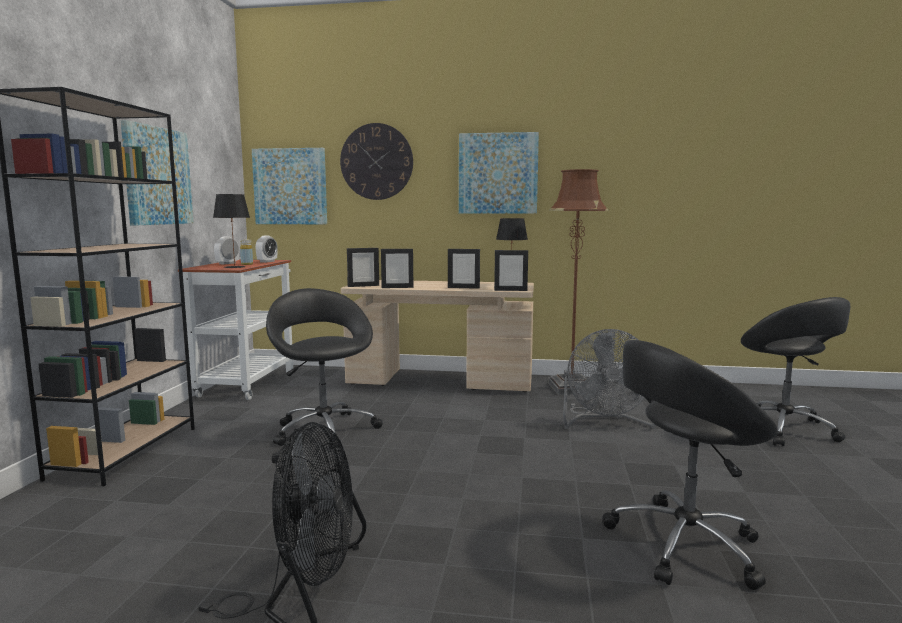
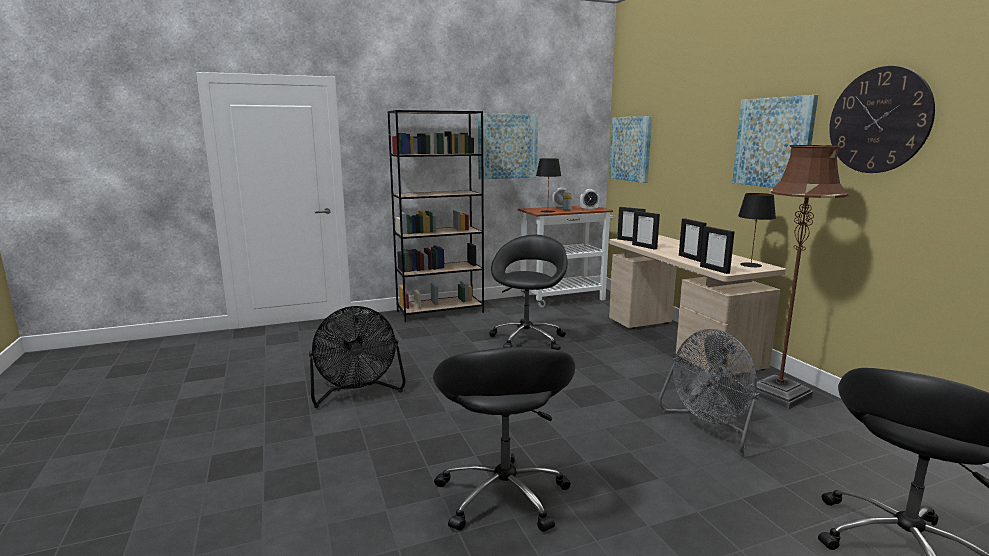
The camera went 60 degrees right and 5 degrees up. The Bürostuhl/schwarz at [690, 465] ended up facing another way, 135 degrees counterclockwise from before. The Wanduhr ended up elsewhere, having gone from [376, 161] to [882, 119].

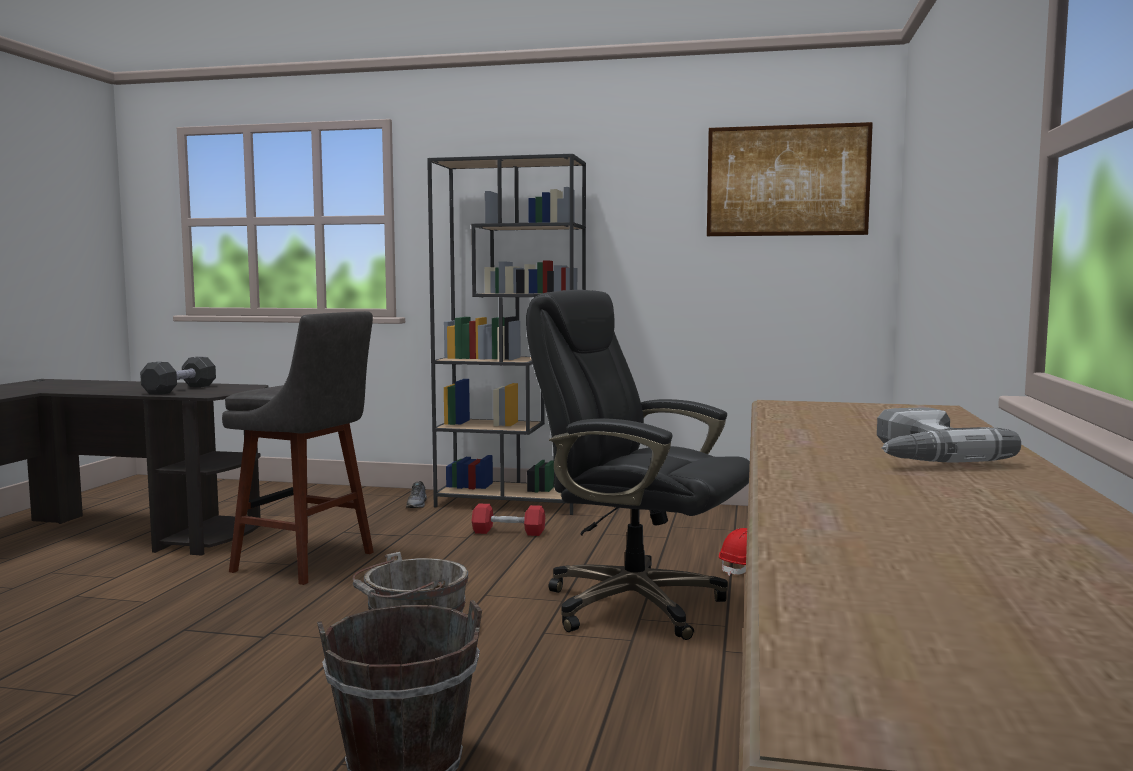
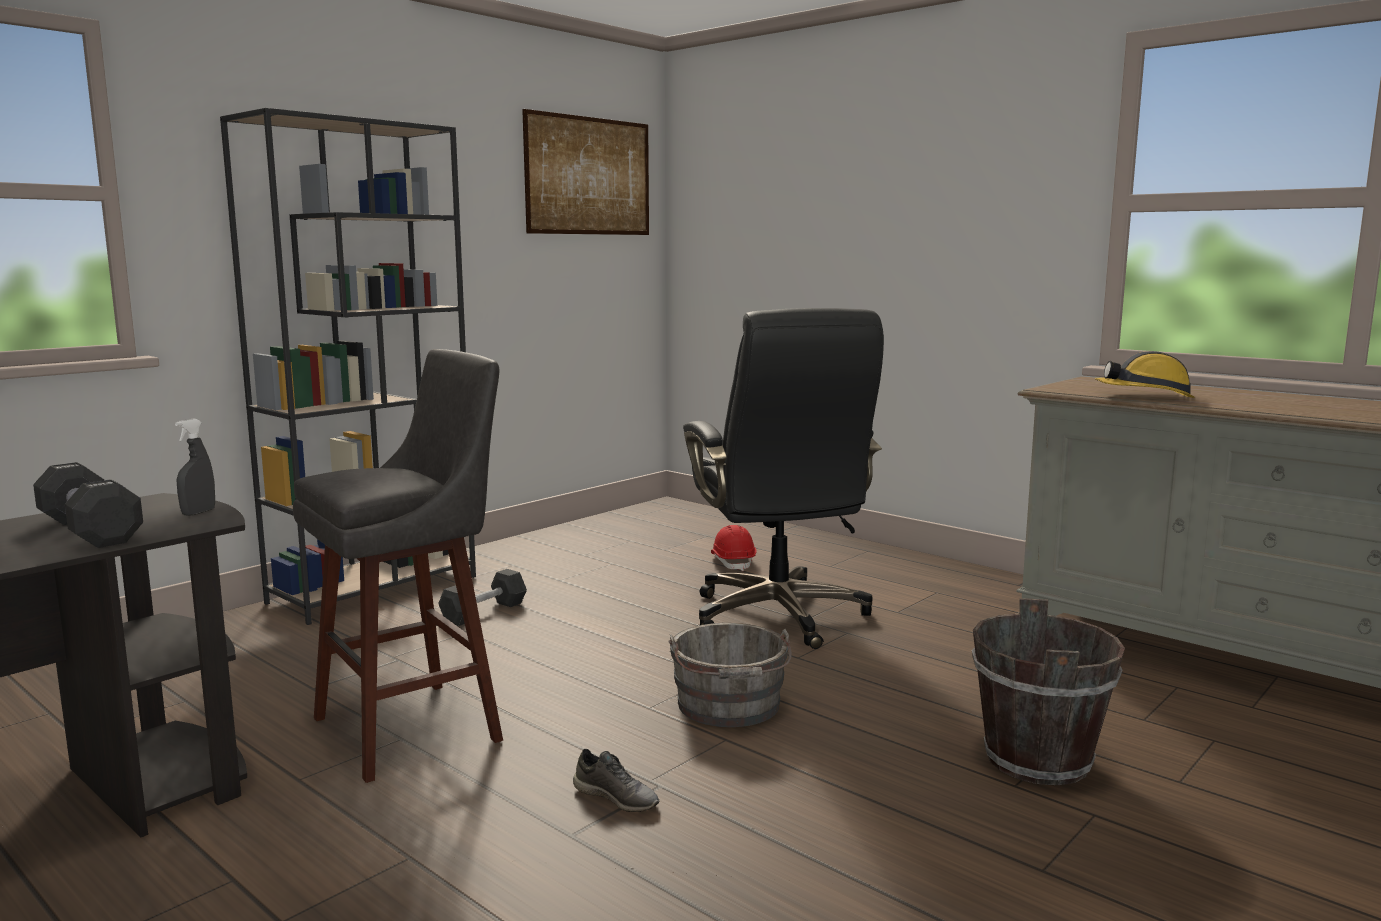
The camera went 60 degrees left and 5 degrees up. The second view gained the Sprühflasche/grau at [195, 467]. What was the Hantel/rot at [508, 520] turned into the Hantel/schwarz at [482, 597]. The Schuh/grau ended up elsewhere, having gone from [416, 494] to [616, 780]. The Bürostuhl/schwarz at [638, 465] ended up facing another way, 75 degrees counterclockwise from before. The second view gained the Schutzhelm at [1145, 374]. The second view lost the Bohrmaschine at [949, 435].

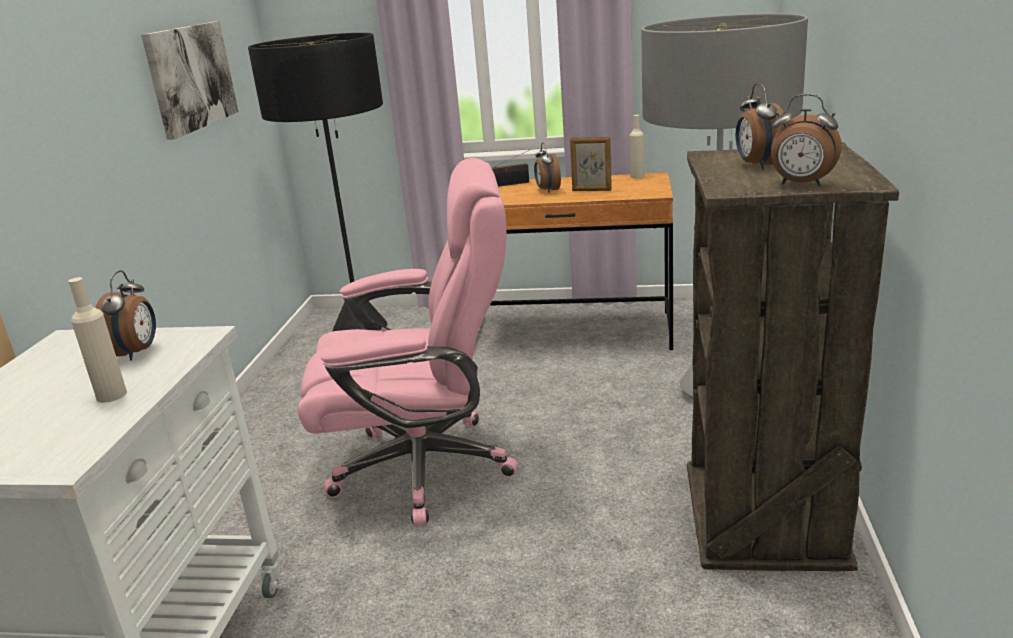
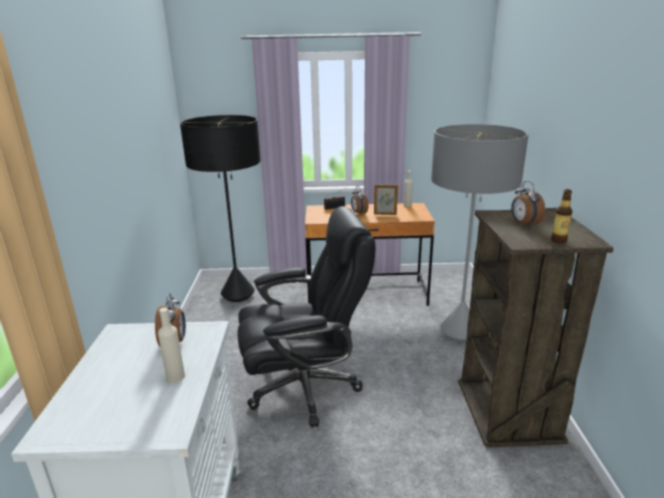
The camera went 10 degrees left and 0 degrees up. What was the Bürostuhl/rosa at [408, 342] turned into the Bürostuhl/schwarz at [306, 317]. Where the Wecker stood at [806, 140], the Flasche came to stand at [561, 216]. The second view lost the Bild at [189, 80].

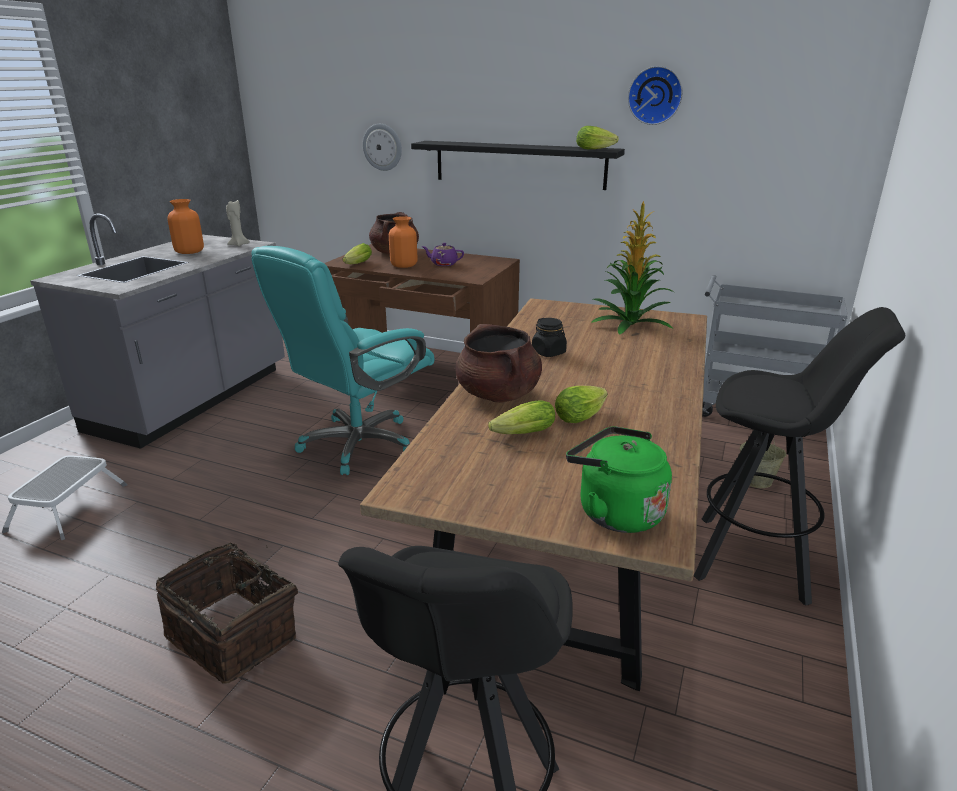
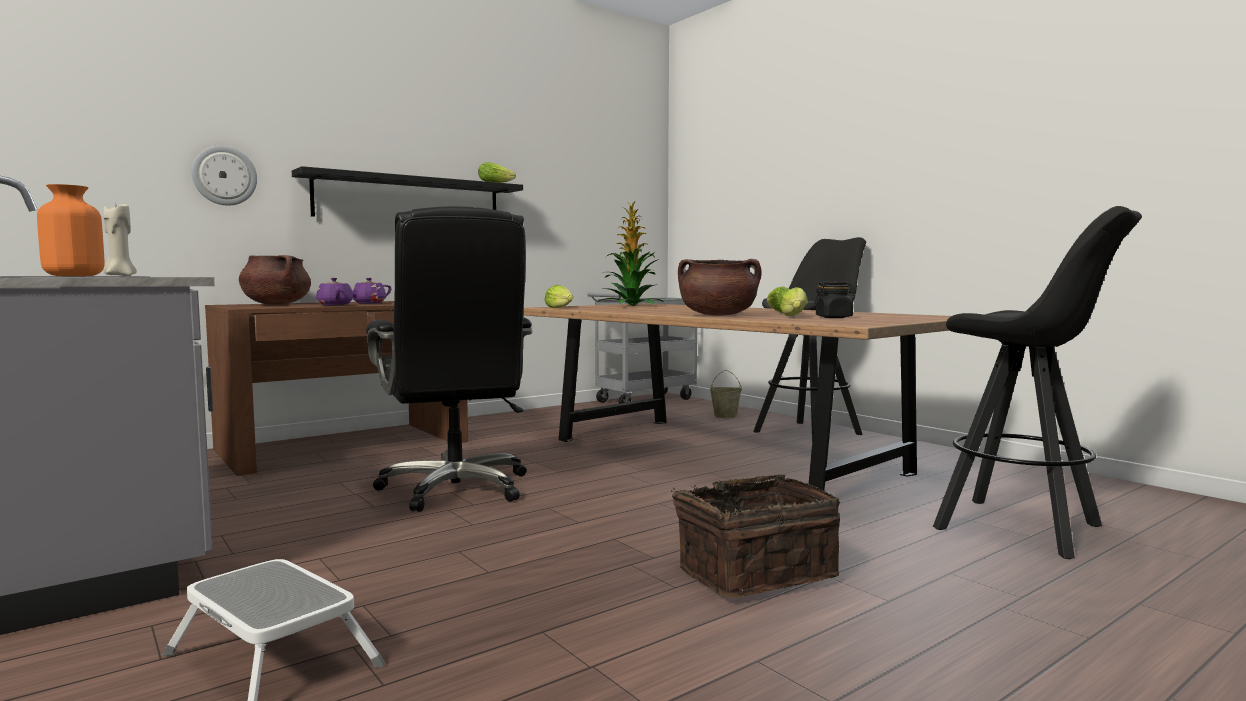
The camera went 60 degrees left and 20 degrees down. Where the Vase/orange stood at [403, 242], the Teekanne/lila came to stand at [334, 291]. What was the Bürostuhl/türkis at [343, 360] turned into the Bürostuhl/schwarz at [449, 359]. The Salatkopf ended up elsewhere, having gone from [357, 253] to [558, 296]. The Vorratsglas/schwarz ended up elsewhere, having gone from [549, 337] to [835, 300]. The second view lost the Wasserkessel/grün at [619, 479]. The second view lost the Wanduhr at [655, 95].

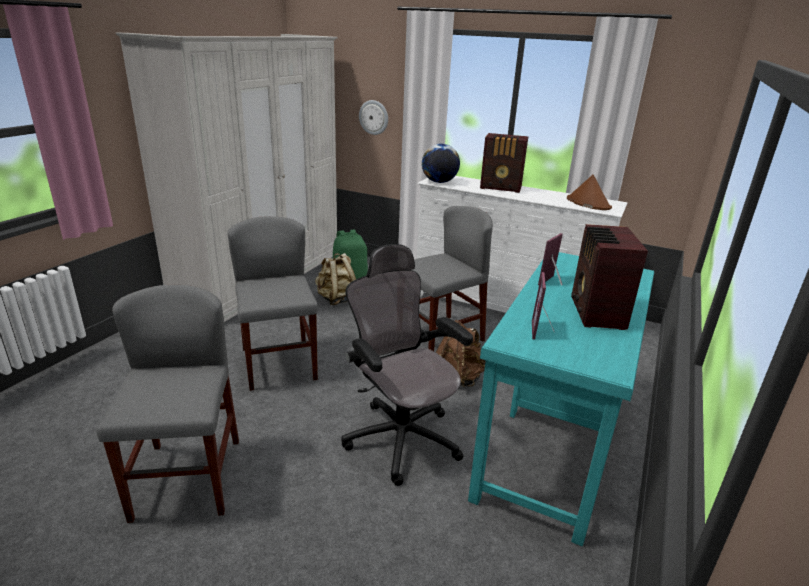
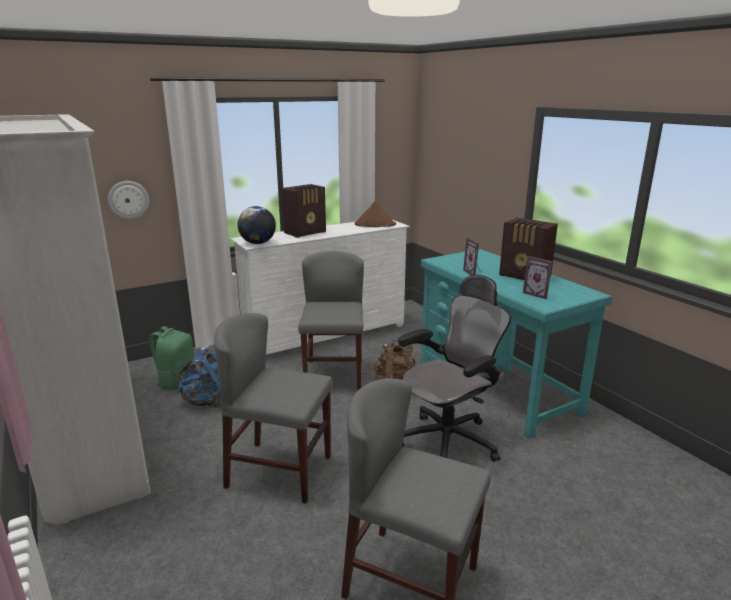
The camera went 55 degrees left and 5 degrees down. What was the Rucksack/beige at [335, 279] turned into the Rucksack/blau at [199, 377]. The Bürostuhl at [407, 365] ended up facing another way, 135 degrees clockwise from before.

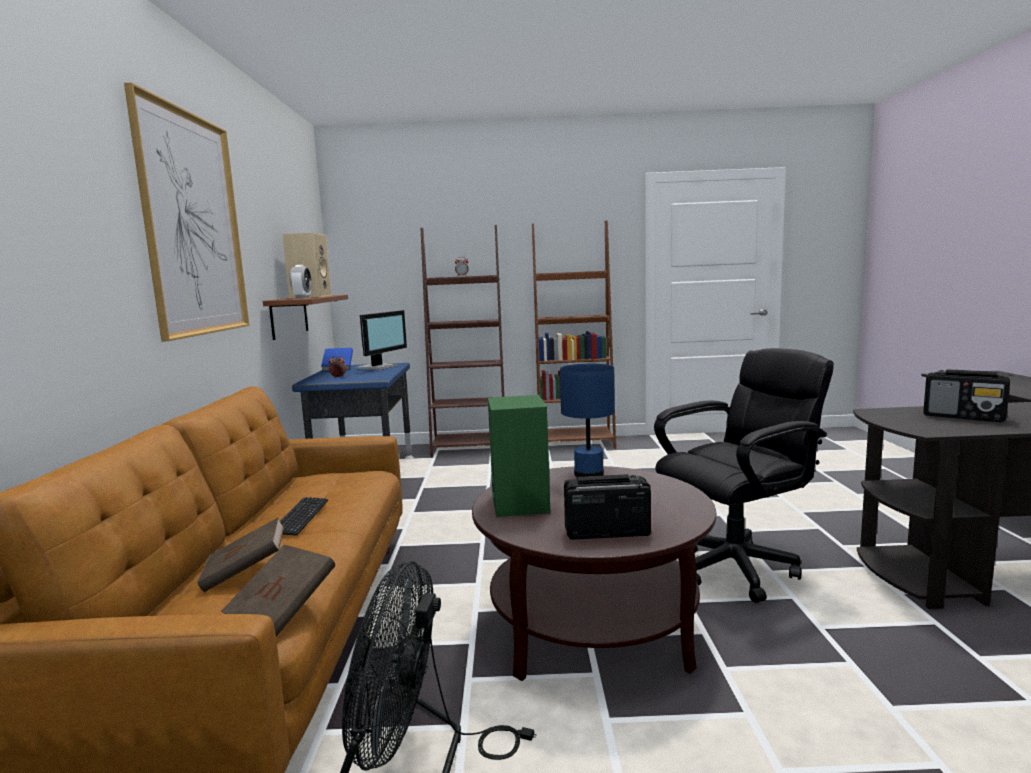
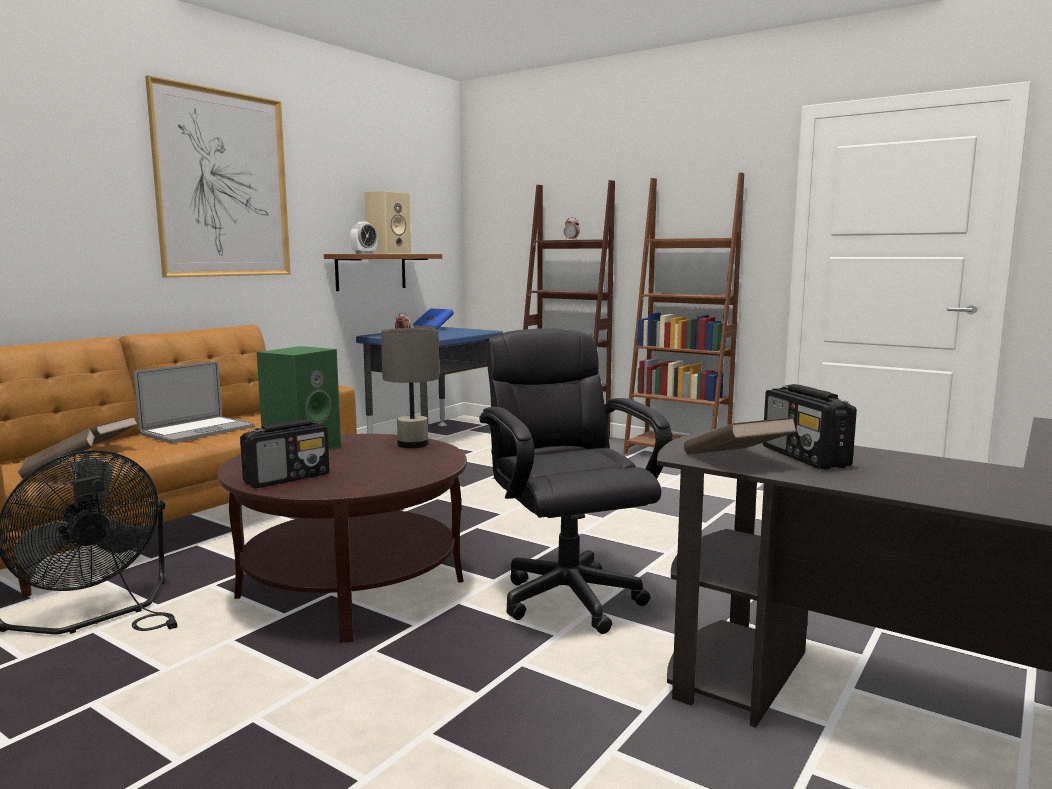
The camera went 35 degrees right and 0 degrees up. Where the Tastatur stood at [303, 516], the Laptop came to stand at [194, 402]. The Radio at [607, 507] ended up facing another way, 105 degrees clockwise from before. What was the Tischlampe/blau at [587, 420] turned into the Tischlampe/grau at [410, 388]. The Bürostuhl/schwarz at [744, 475] ended up facing another way, 120 degrees counterclockwise from before. The second view gained the Buch/braun at [741, 436]. The second view lost the Monitor at [381, 340].

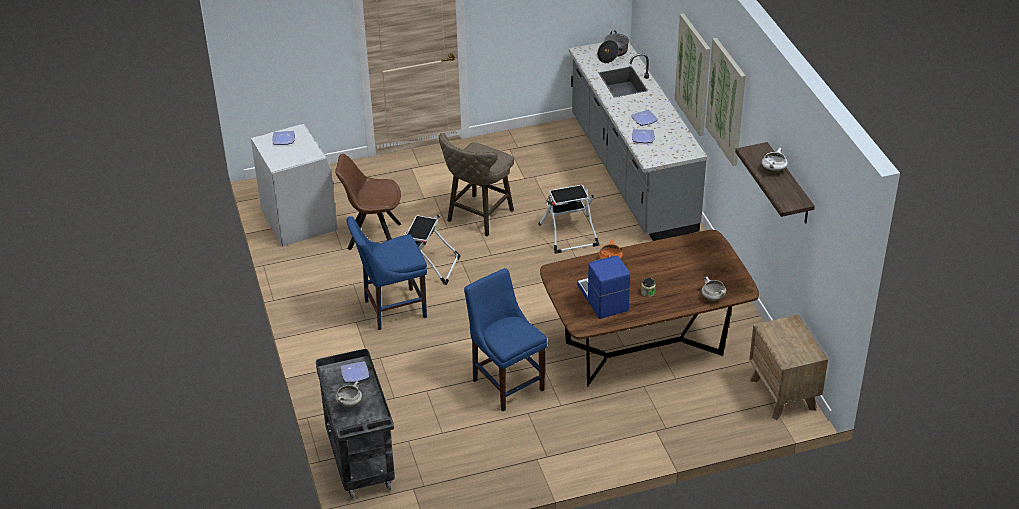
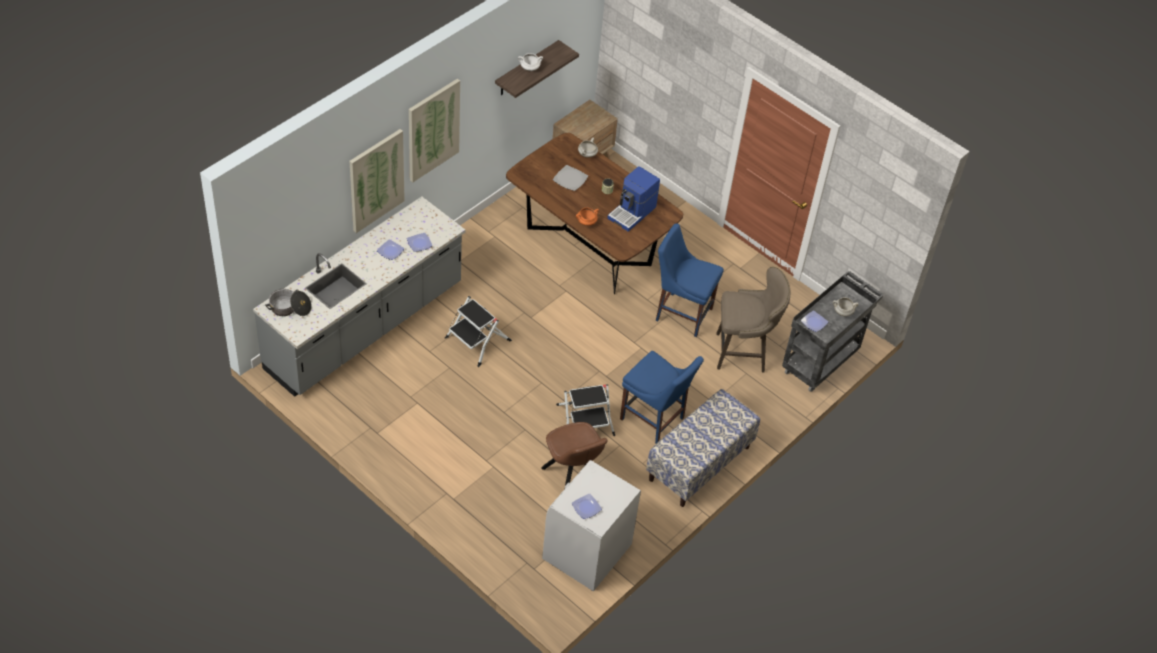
The camera went 125 degrees left and 10 degrees up. The second view gained the Teller at [570, 178]. The second view gained the Bank at [703, 448]. The Stuhl/blau at [505, 339] ended up facing another way, 90 degrees clockwise from before. The Hocker/beige ended up elsewhere, having gone from [476, 185] to [754, 319].

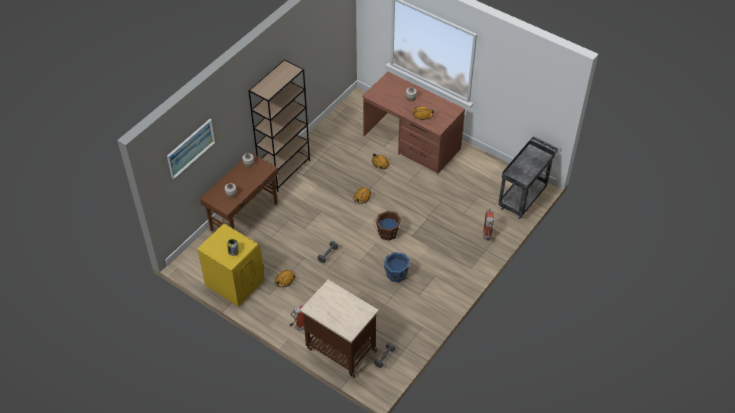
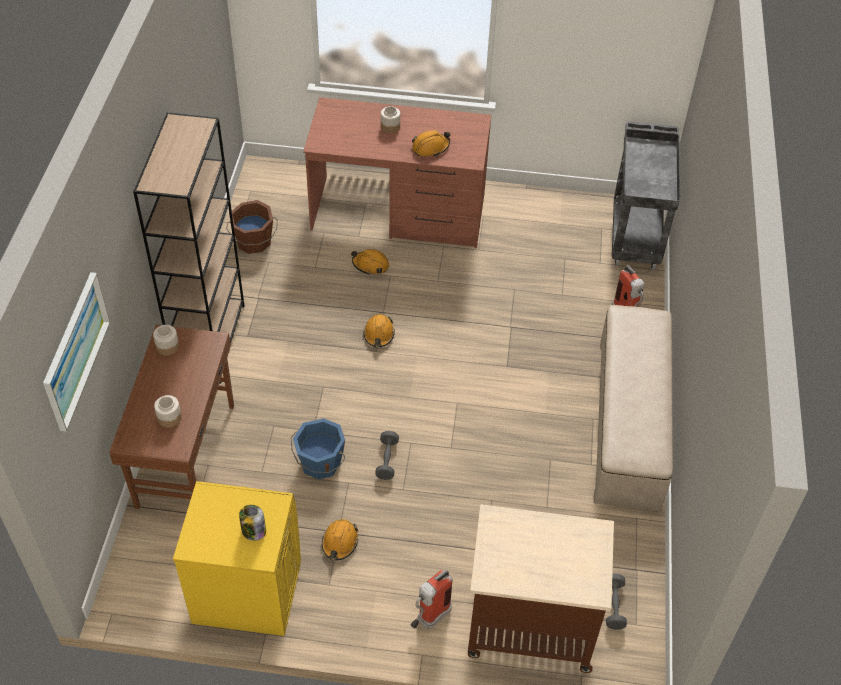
The camera went 30 degrees left and 0 degrees up. The Eimer/braun ended up elsewhere, having gone from [388, 226] to [252, 227]. The Eimer/blau ended up elsewhere, having gone from [397, 267] to [318, 449]. The second view gained the Bank/beige at [633, 408].

